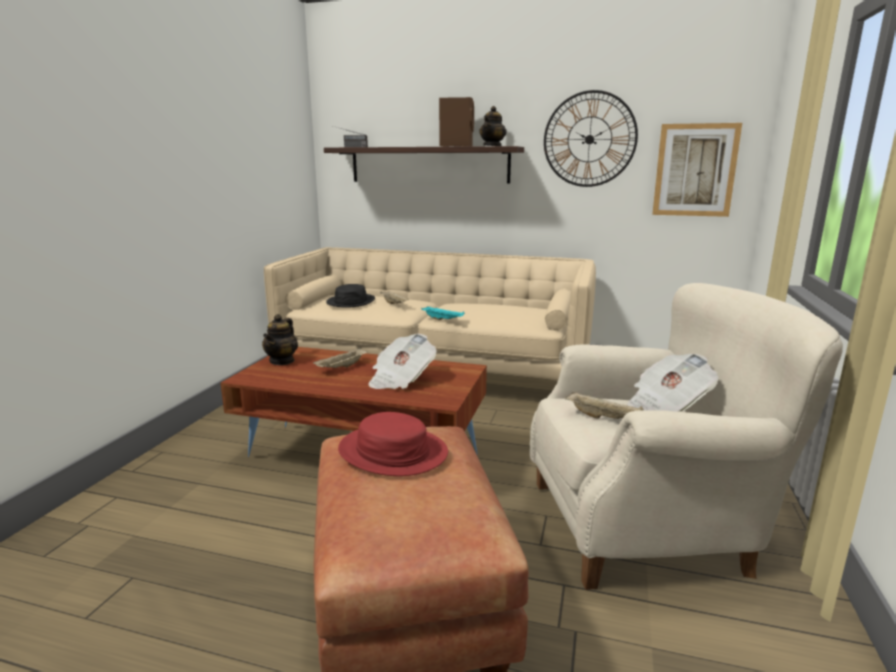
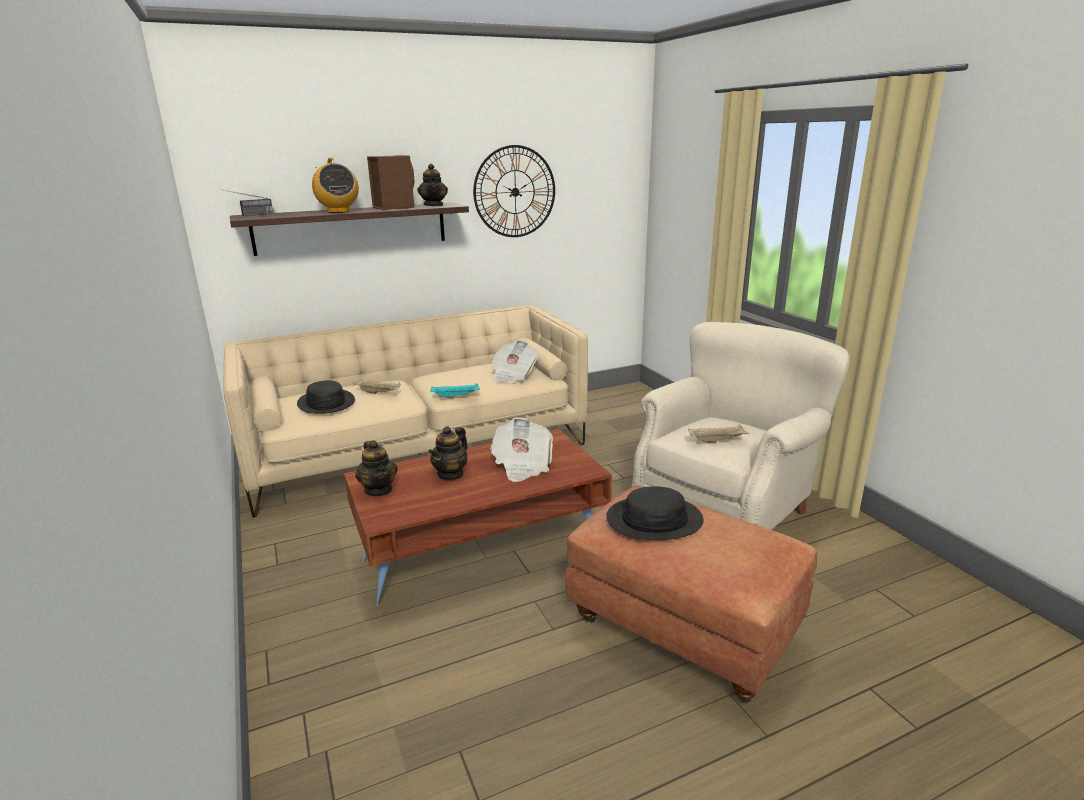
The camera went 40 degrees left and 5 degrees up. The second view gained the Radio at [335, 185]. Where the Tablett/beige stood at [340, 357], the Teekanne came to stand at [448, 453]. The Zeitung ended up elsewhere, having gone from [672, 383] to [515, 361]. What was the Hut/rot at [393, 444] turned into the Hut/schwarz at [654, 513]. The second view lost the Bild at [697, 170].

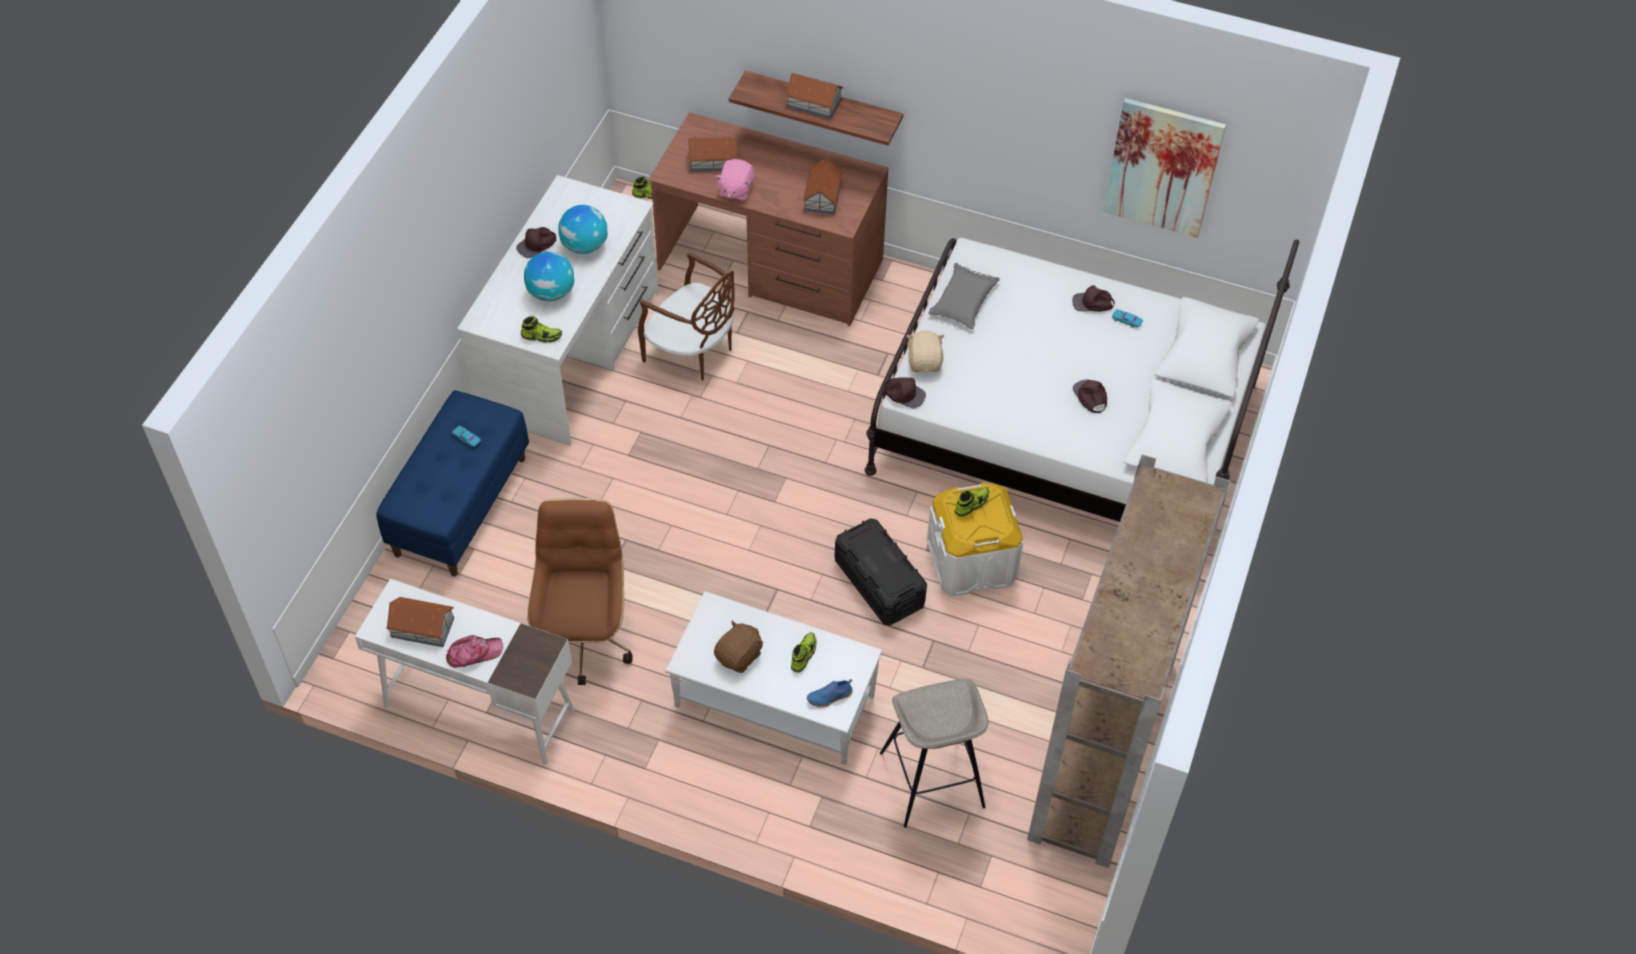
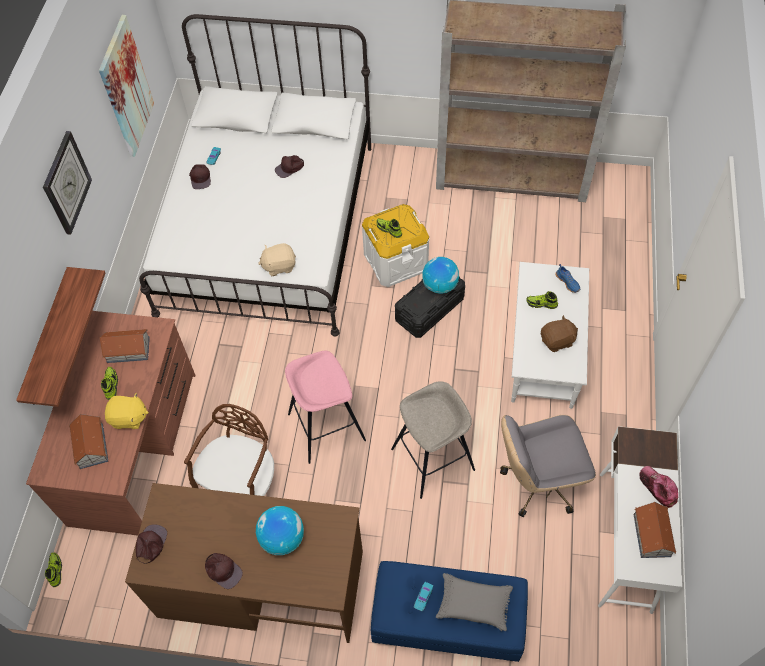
The camera went 100 degrees left and 5 degrees up. The second view gained the Wanduhr at [67, 183]. The Schuh ended up elsewhere, having gone from [541, 329] to [109, 383]. What was the Plüschtier/rosa at [734, 180] turned into the Plüschtier/gelb at [127, 411]. What was the Schreibtisch/weiß at [557, 310] turned into the Schreibtisch/braun at [244, 563]. The Kappe/braun ended up elsewhere, having gone from [905, 392] to [151, 544]. The second view gained the Hocker/rosa at [325, 407]. The Hocker/grau ended up elsewhere, having gone from [934, 753] to [433, 440]. The Globus ended up elsewhere, having gone from [583, 229] to [441, 275]. The Kissen/grau ended up elsewhere, having gone from [964, 296] to [474, 602]. What was the Bürostuhl/braun at [580, 591] turned into the Bürostuhl/grau at [548, 466]. The Plüschtier/braun at [738, 646] ended up facing another way, 135 degrees clockwise from before. The second view lost the Spielzeughaus at [814, 96].

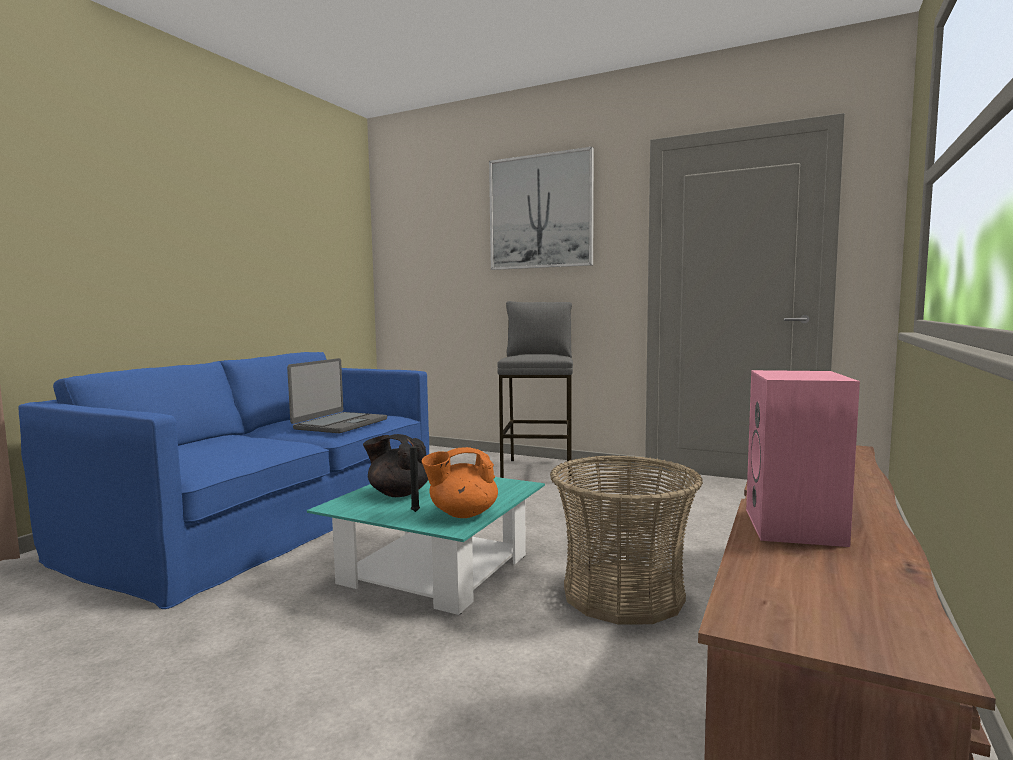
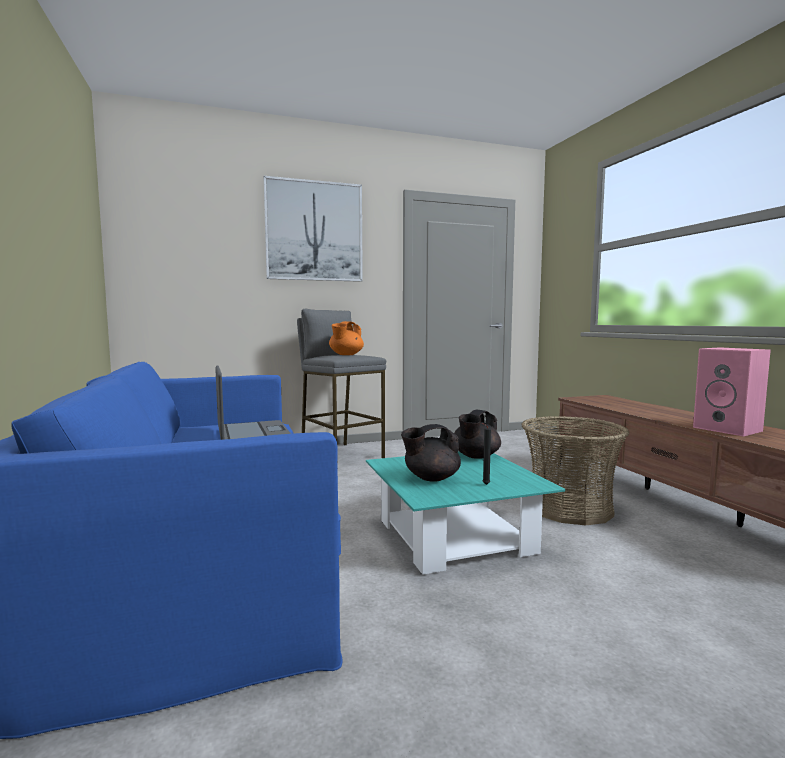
The camera went 45 degrees left and 0 degrees up. The Teekanne/orange ended up elsewhere, having gone from [460, 482] to [346, 338]. The second view gained the Teekanne/schwarz at [477, 434].

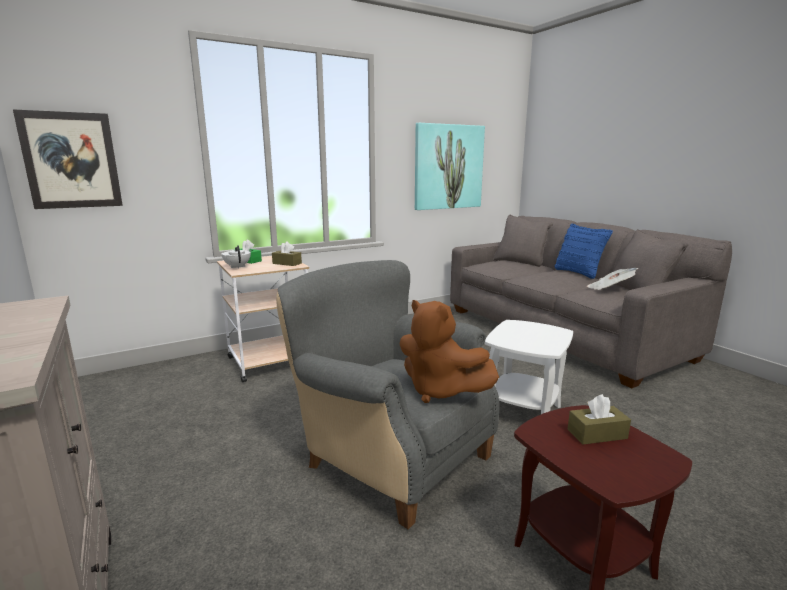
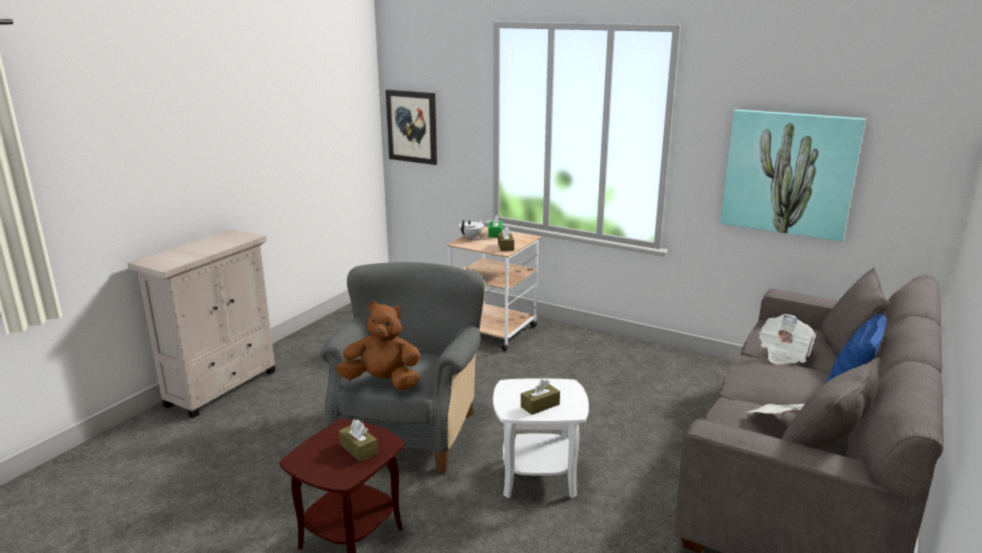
The camera went 60 degrees right and 5 degrees up. The Plüschtier/braun at [449, 351] ended up facing another way, 90 degrees clockwise from before. The second view gained the Taschentuchbox/braun at [540, 397]. The second view gained the Zeitung at [787, 339].

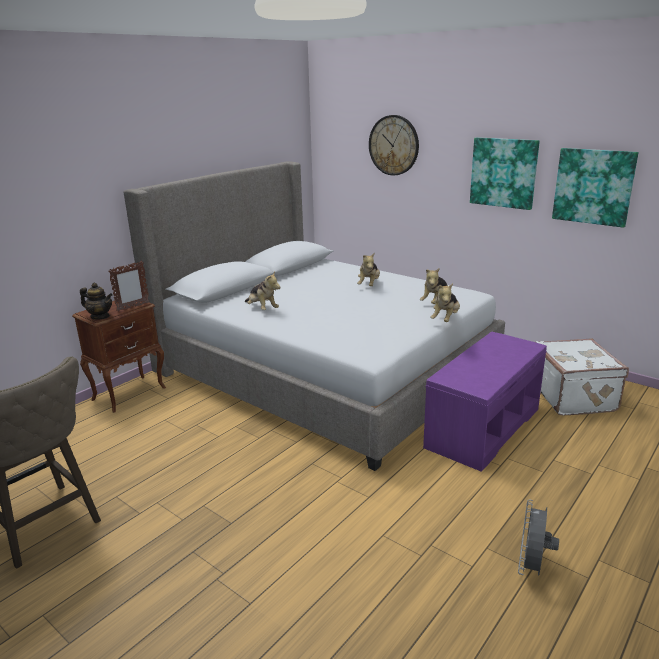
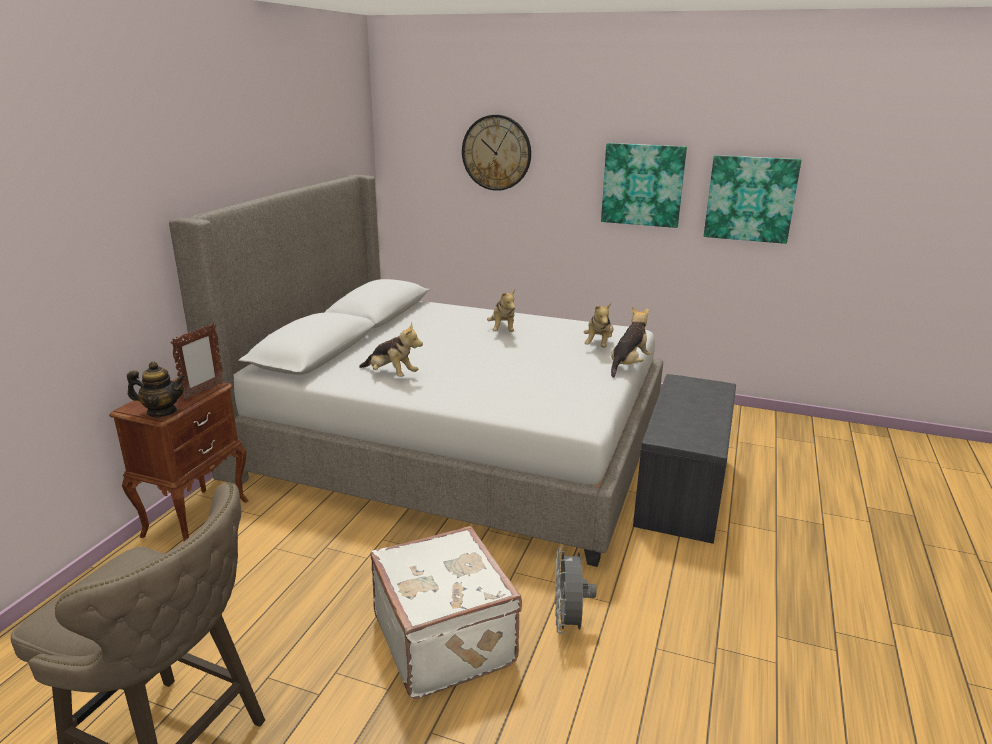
The camera went 20 degrees left and 0 degrees up. The Koffer/weiß ended up elsewhere, having gone from [582, 376] to [446, 612]. The Ventilator/grau ended up elsewhere, having gone from [538, 537] to [576, 590]. The Plüschtier at [445, 302] ended up facing another way, 150 degrees counterclockwise from before. What was the Bank/lila at [485, 402] turned into the Bank/grau at [684, 459].

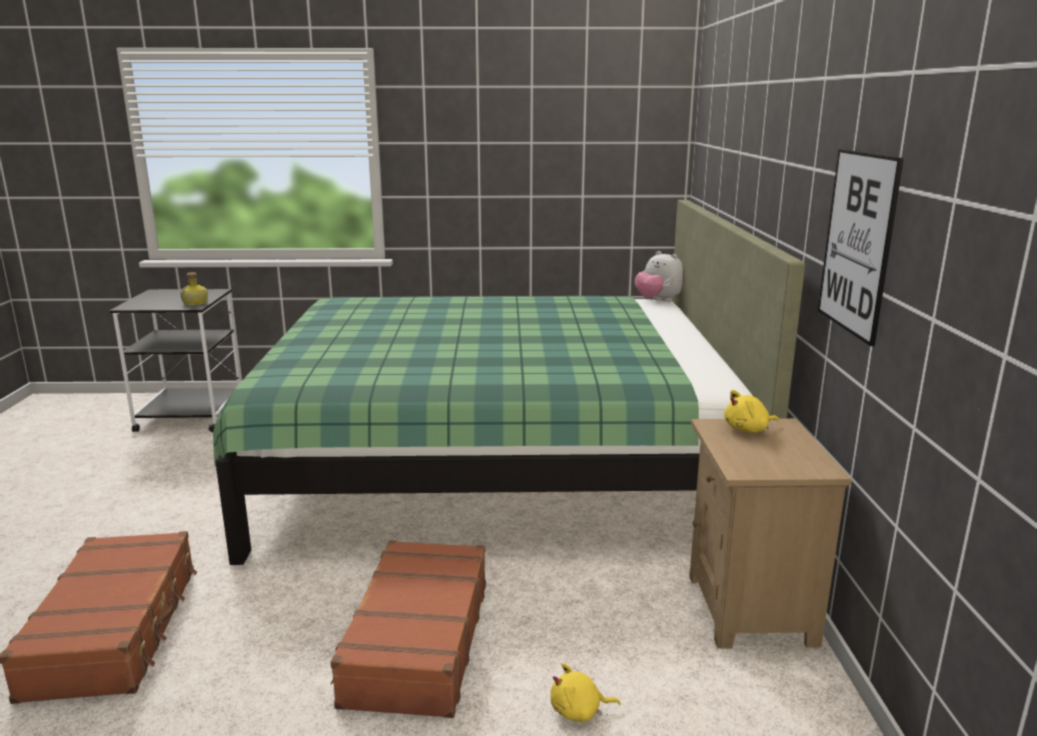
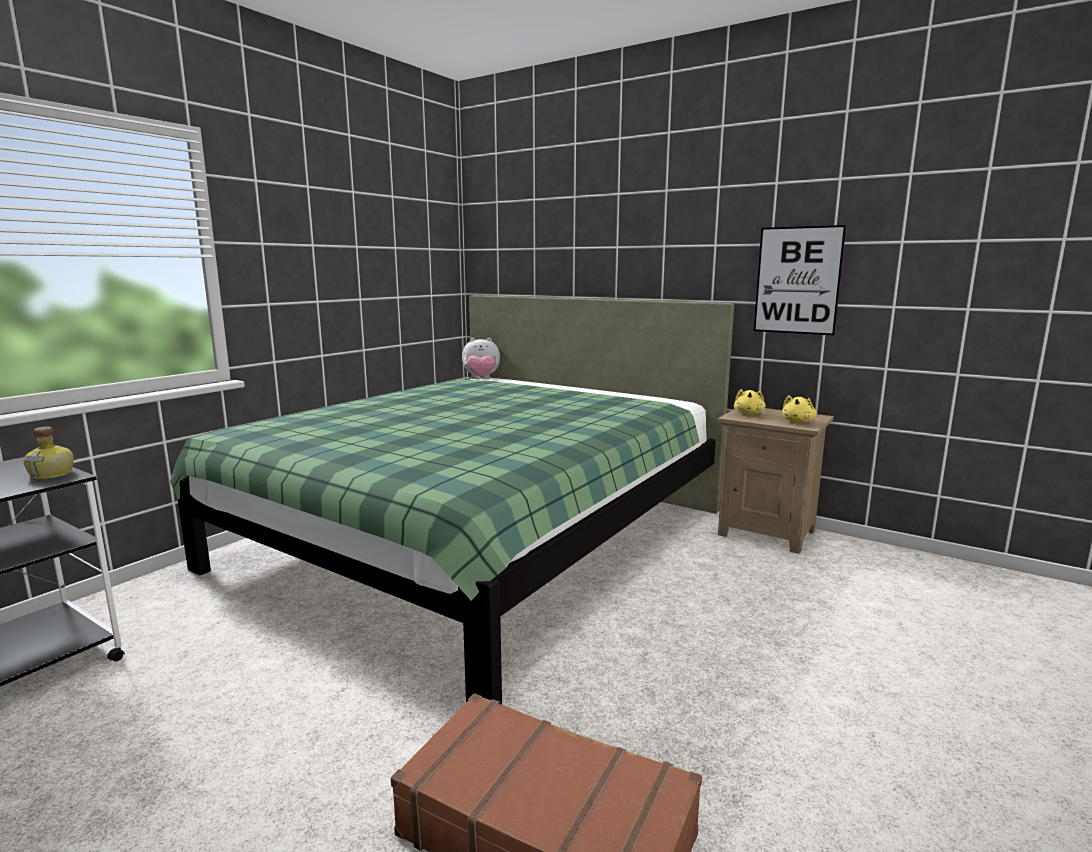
The camera went 55 degrees left and 5 degrees down. The Plüschtier/gelb ended up elsewhere, having gone from [585, 692] to [799, 409]. The second view lost the Koffer/braun at [408, 629].

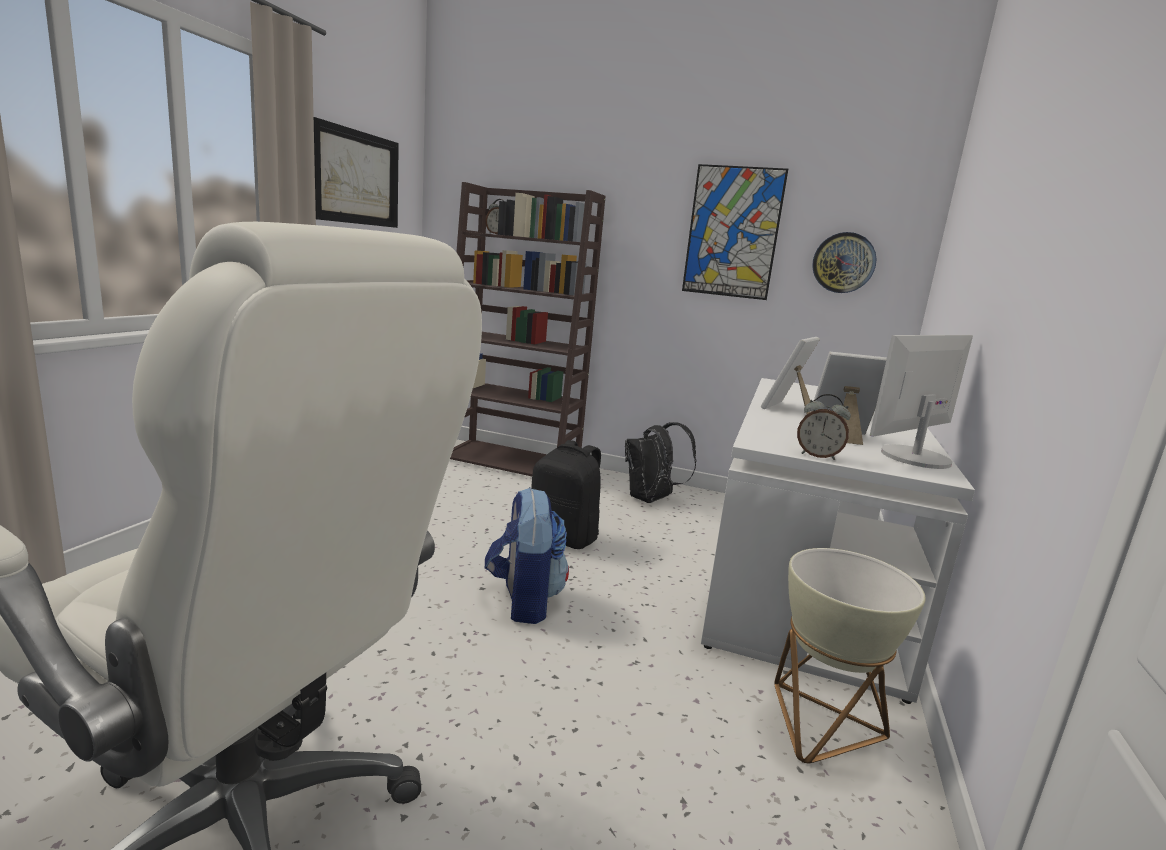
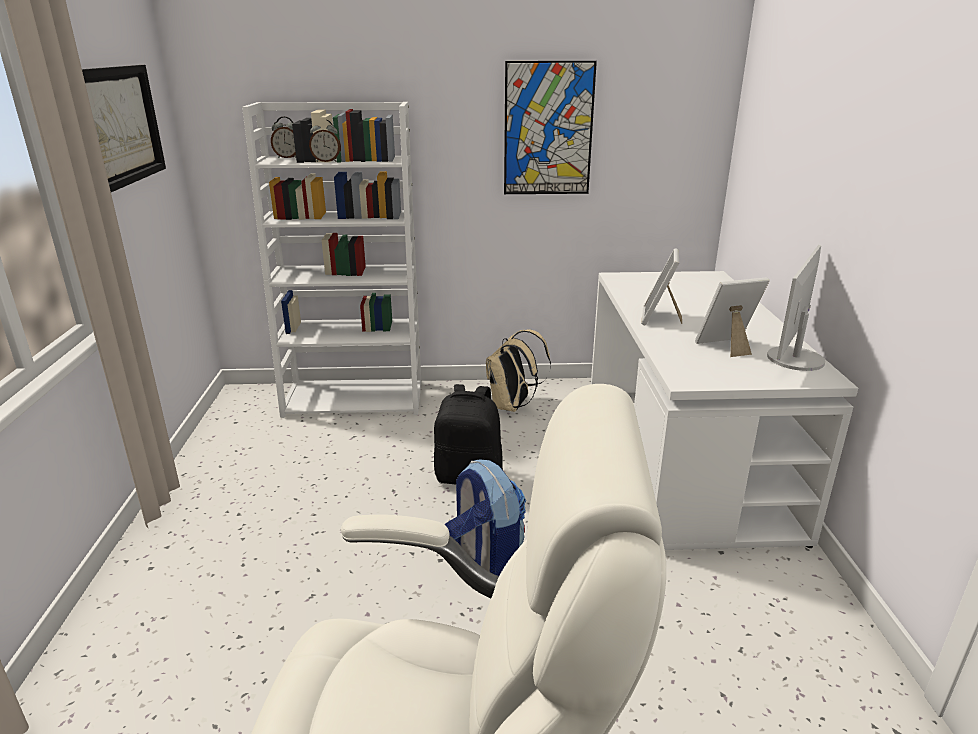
The camera went 20 degrees left and 10 degrees up. What was the Bücherregal/braun at [528, 329] turned into the Bücherregal/weiß at [331, 260]. The Wecker ended up elsewhere, having gone from [824, 427] to [325, 141]. What was the Rucksack/schwarz at [661, 462] turned into the Rucksack/beige at [518, 370]. The second view lost the Pflanzkübel at [850, 656]. The second view lost the Wanduhr at [844, 262].

